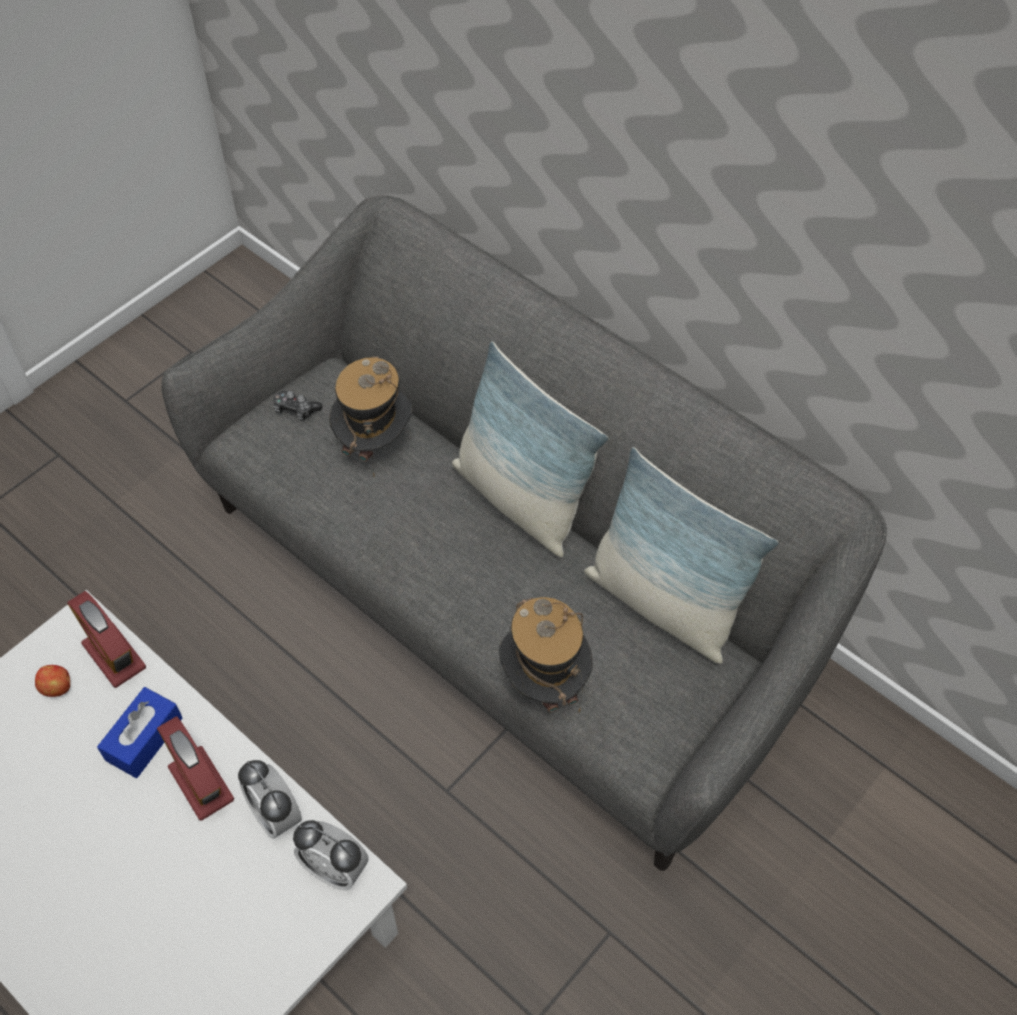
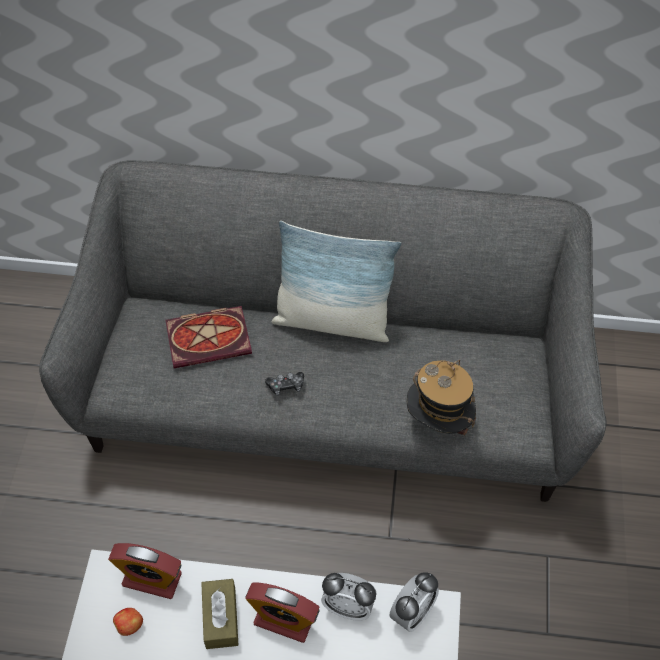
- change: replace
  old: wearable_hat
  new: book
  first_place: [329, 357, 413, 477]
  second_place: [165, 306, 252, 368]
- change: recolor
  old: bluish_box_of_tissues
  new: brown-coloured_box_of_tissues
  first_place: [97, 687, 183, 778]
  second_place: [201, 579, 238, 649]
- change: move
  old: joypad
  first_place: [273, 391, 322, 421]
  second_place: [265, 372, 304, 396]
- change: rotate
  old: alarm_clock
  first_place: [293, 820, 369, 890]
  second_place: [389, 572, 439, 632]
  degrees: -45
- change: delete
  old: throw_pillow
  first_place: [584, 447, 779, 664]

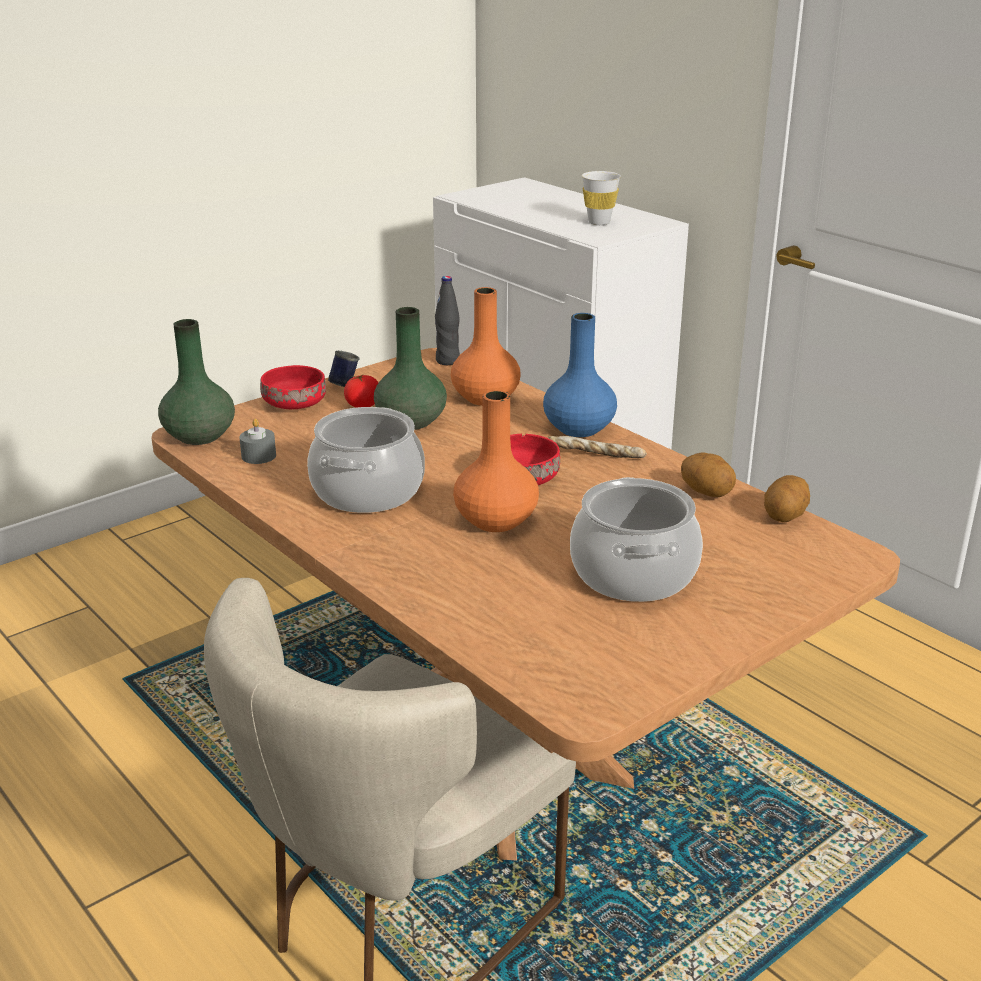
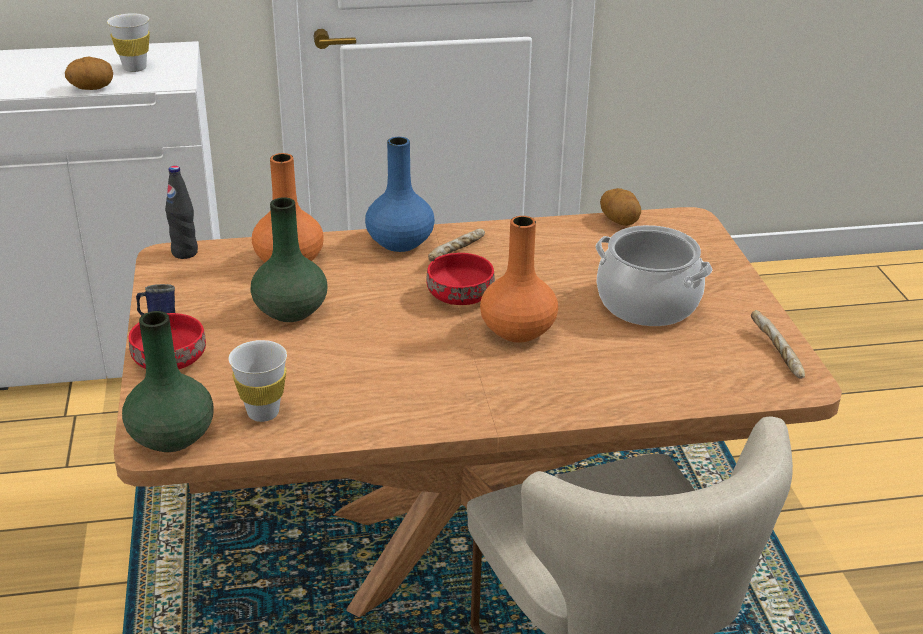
- change: move
  old: whole_potato
  first_place: [681, 452, 736, 497]
  second_place: [65, 56, 113, 90]
- change: replace
  old: gray_wax_candle
  new: white-coloured_drinking_cup
  first_place: [239, 418, 276, 464]
  second_place: [229, 340, 287, 422]
- change: insert
  new: baked_bread
  second_place: [751, 310, 805, 379]
- change: delete
  old: cooking_pot
  first_place: [307, 407, 425, 513]
- change: delete
  old: tomato
  first_place: [344, 374, 378, 408]

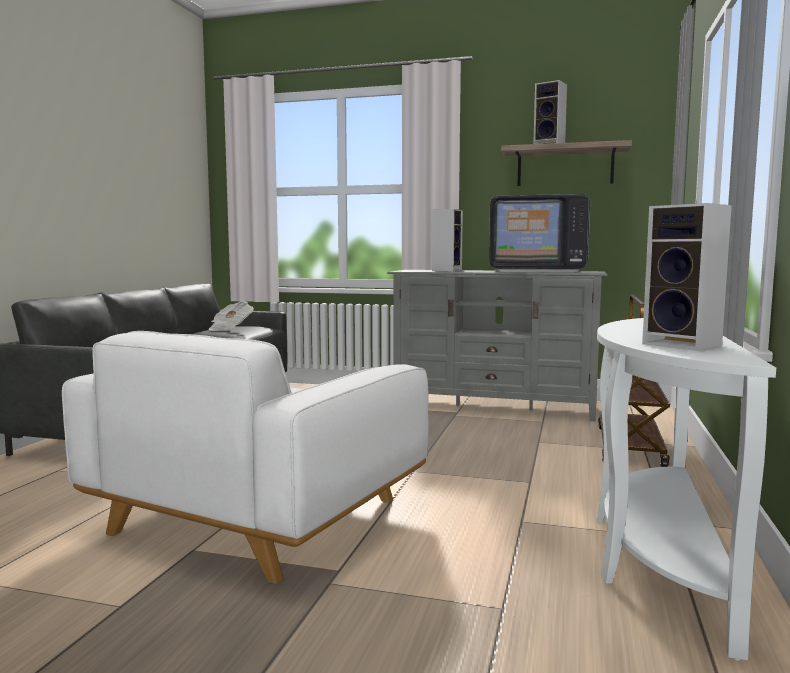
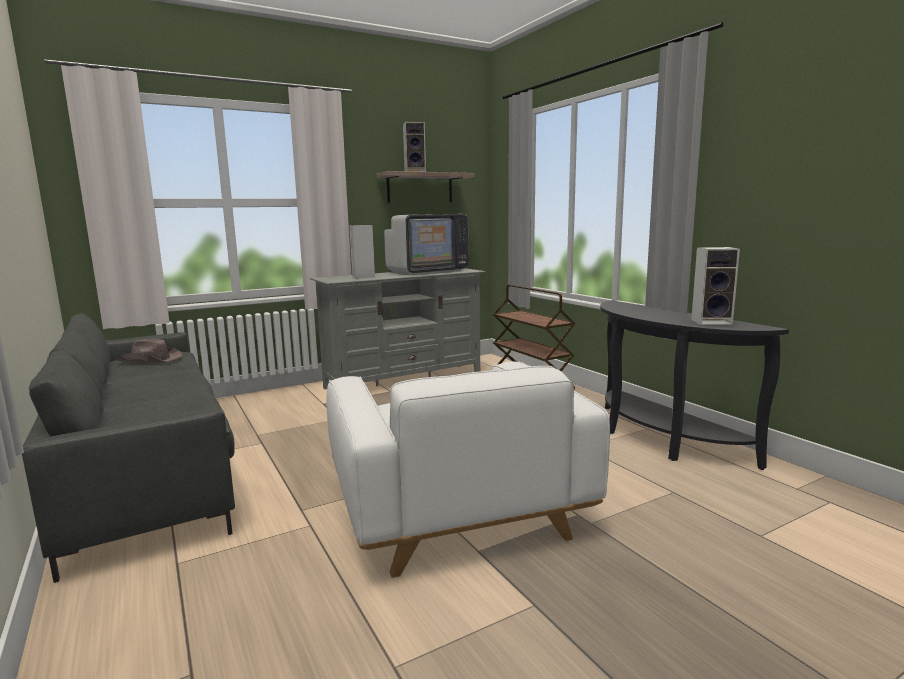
- change: replace
  old: printed_paper
  new: brown-coloured_wearable_hat
  first_place: [209, 302, 254, 331]
  second_place: [117, 339, 182, 362]
- change: recolor
  old: white-coloured_narrow_table
  new: blackish_narrow_table
  first_place: [596, 318, 776, 661]
  second_place: [600, 300, 789, 470]

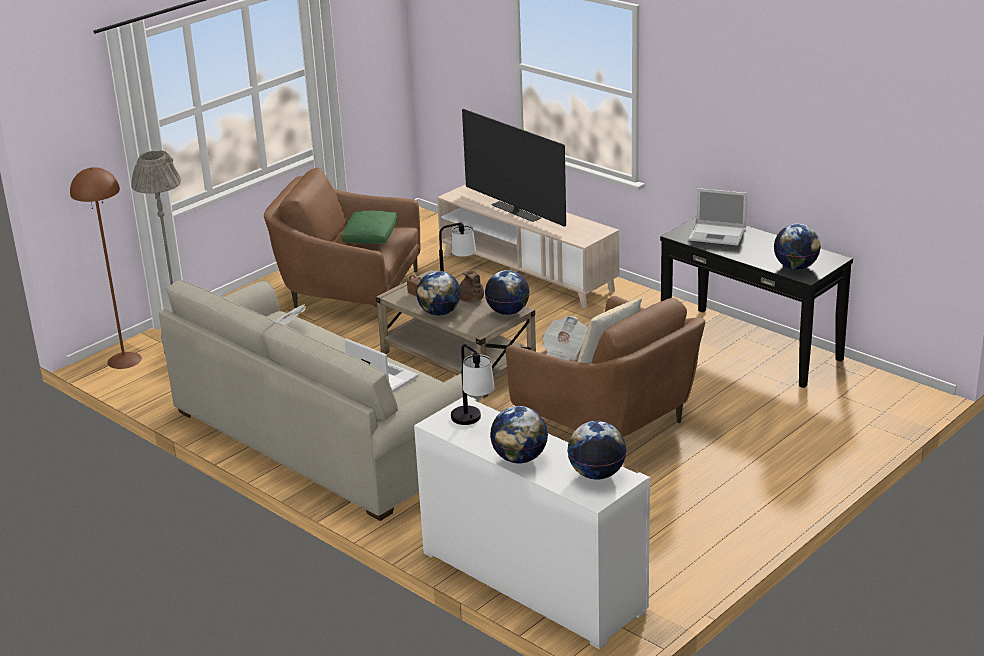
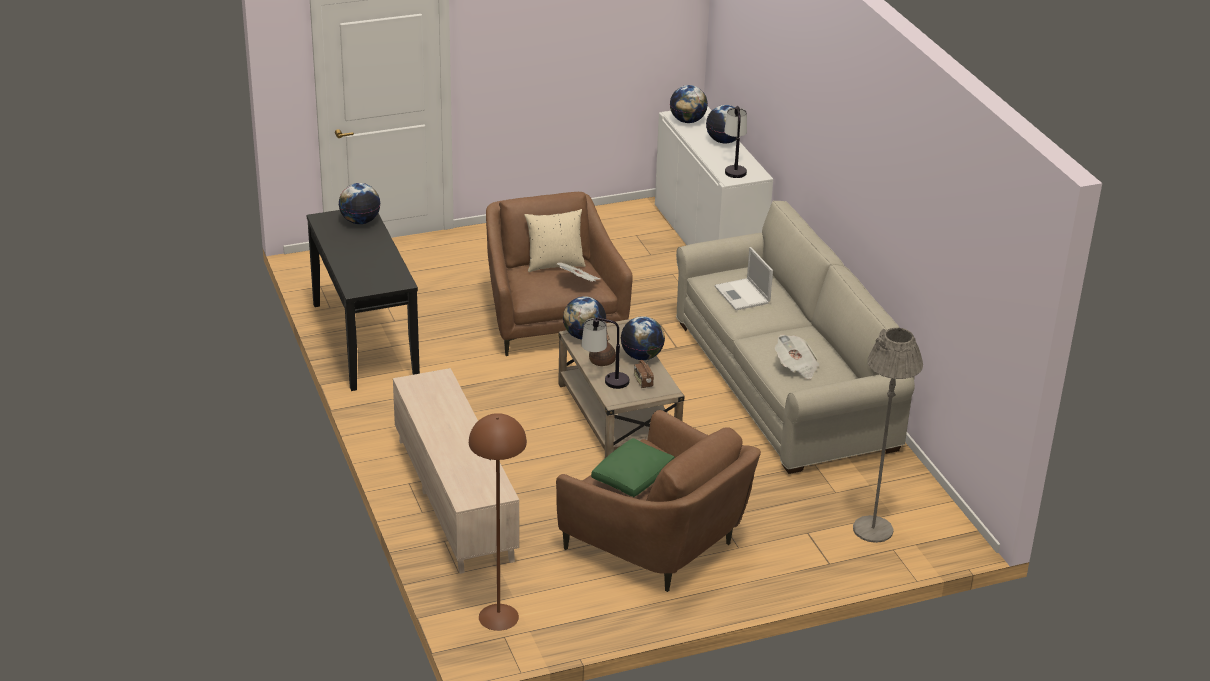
- change: move
  old: brown-coloured_standing_lamp
  first_place: [70, 167, 142, 369]
  second_place: [469, 413, 527, 631]
- change: delete
  old: TV_set
  first_place: [462, 109, 566, 227]
- change: delete
  old: portable_computer
  first_place: [689, 188, 747, 246]

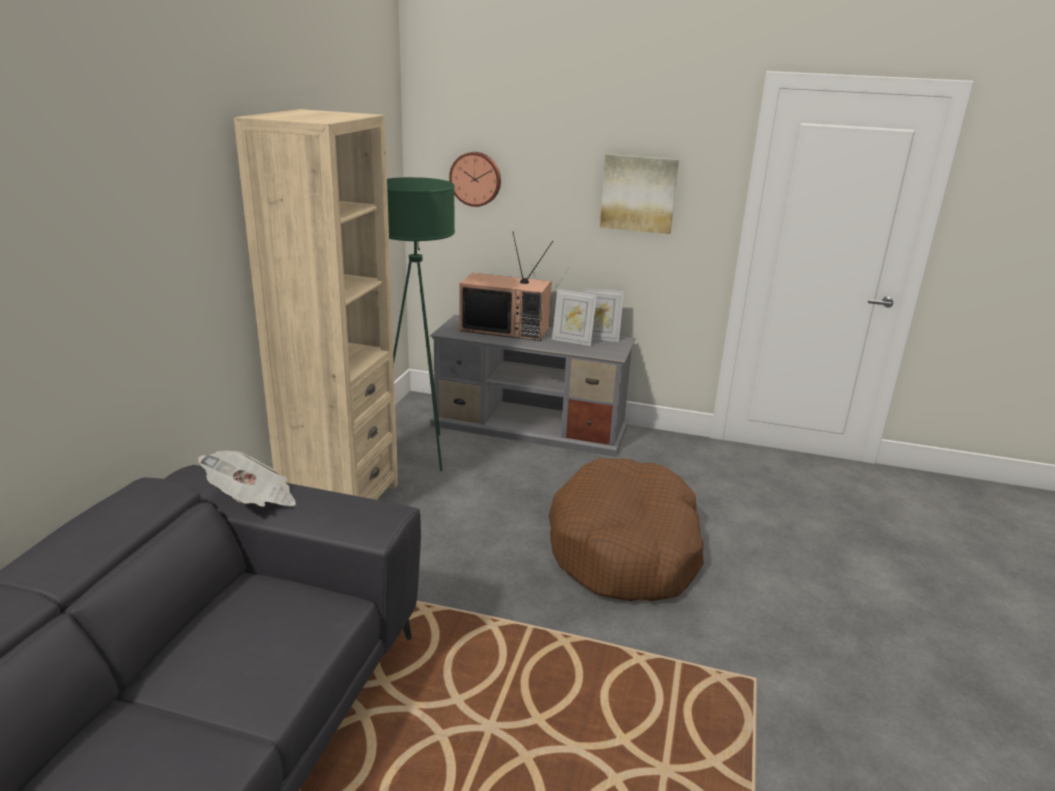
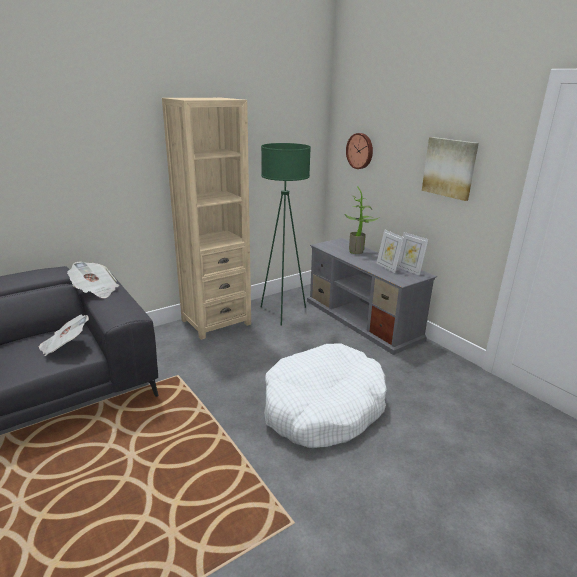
- change: insert
  new: printed_paper
  second_place: [39, 315, 89, 356]
- change: recolor
  old: brown-coloured_dog_bed
  new: white-coloured_dog_bed
  first_place: [549, 458, 704, 601]
  second_place: [264, 343, 387, 448]
- change: replace
  old: TV_set
  new: houseplant
  first_place: [459, 232, 553, 341]
  second_place: [345, 187, 380, 254]

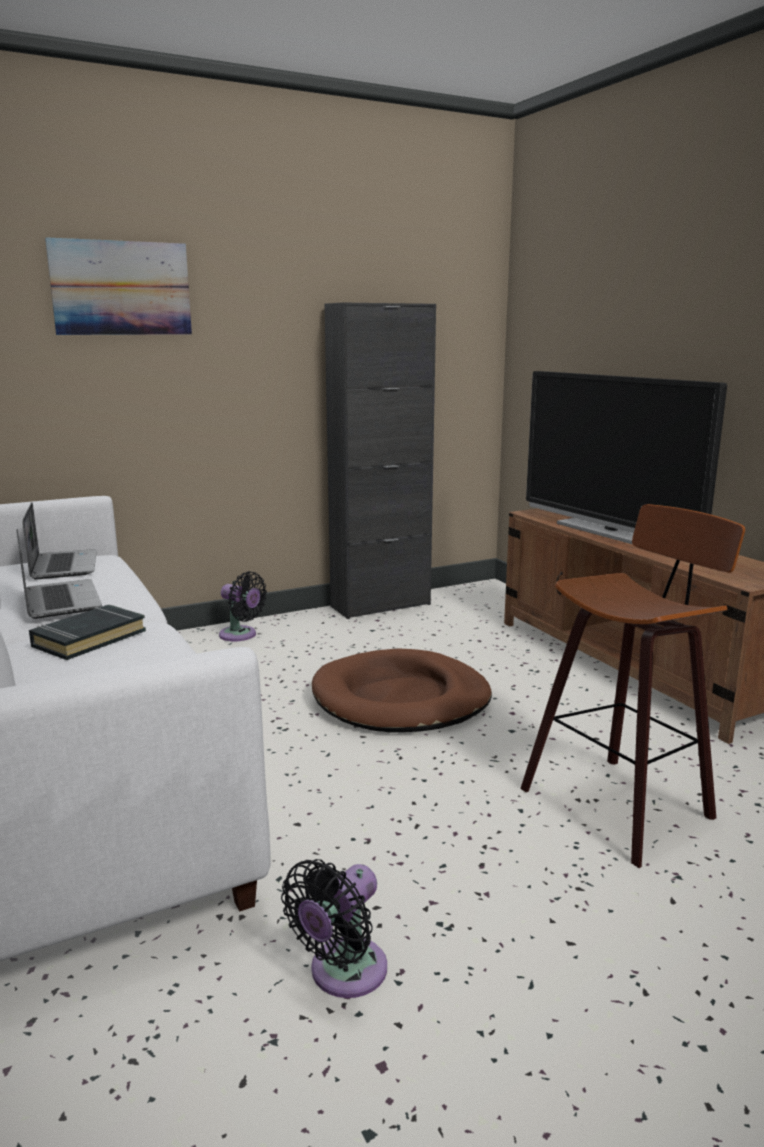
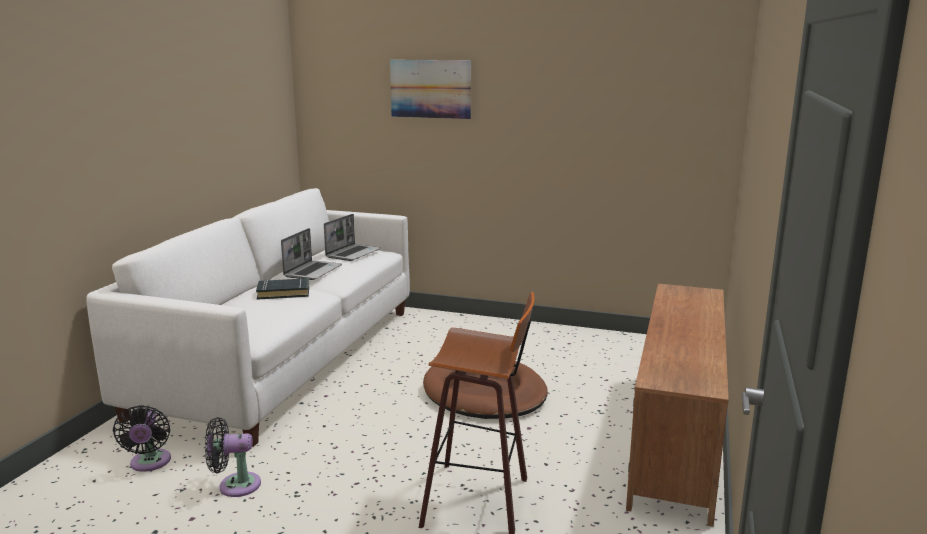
- change: move
  old: blackish_electric_fan
  first_place: [219, 571, 267, 641]
  second_place: [113, 405, 171, 472]
- change: delete
  old: blackish_storage_cabinet
  first_place: [325, 302, 436, 619]
- change: delete
  old: TV_set
  first_place: [526, 371, 727, 544]

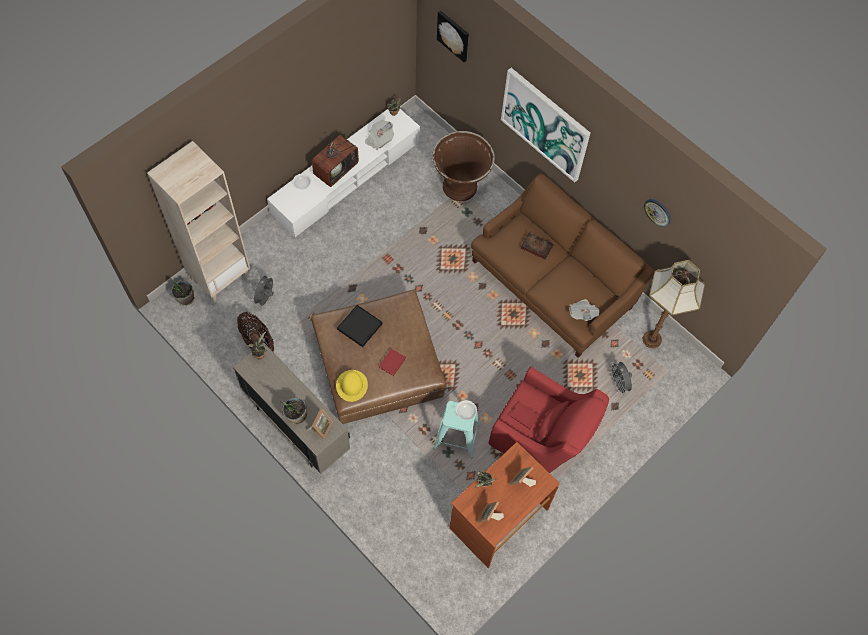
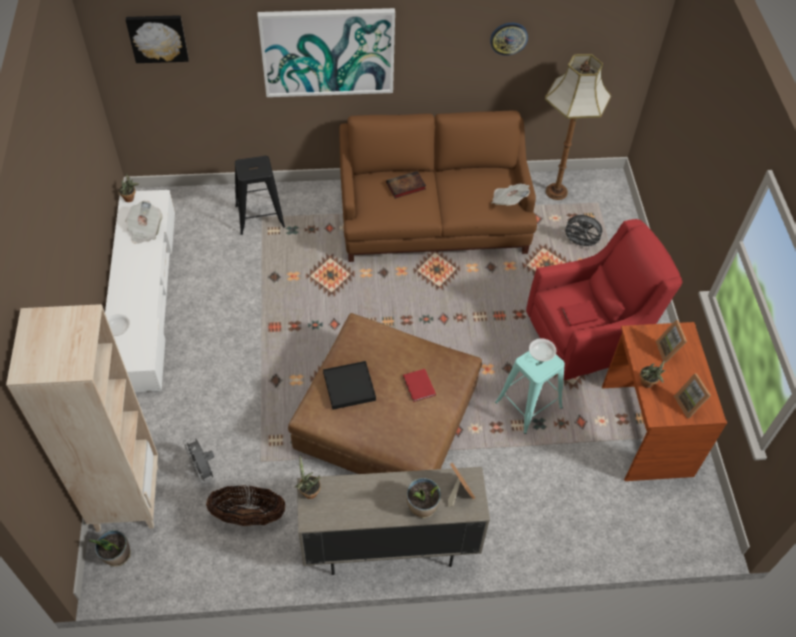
- change: replace
  old: brown-coloured_planter
  new: blackish_stool
  first_place: [432, 131, 495, 201]
  second_place: [235, 156, 285, 235]
- change: delete
  old: TV_set
  first_place: [312, 132, 359, 187]
- change: delete
  old: yellowish_wearable_hat
  first_place: [336, 370, 368, 402]

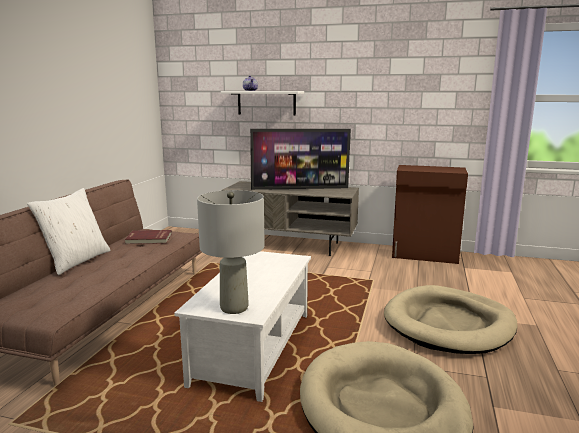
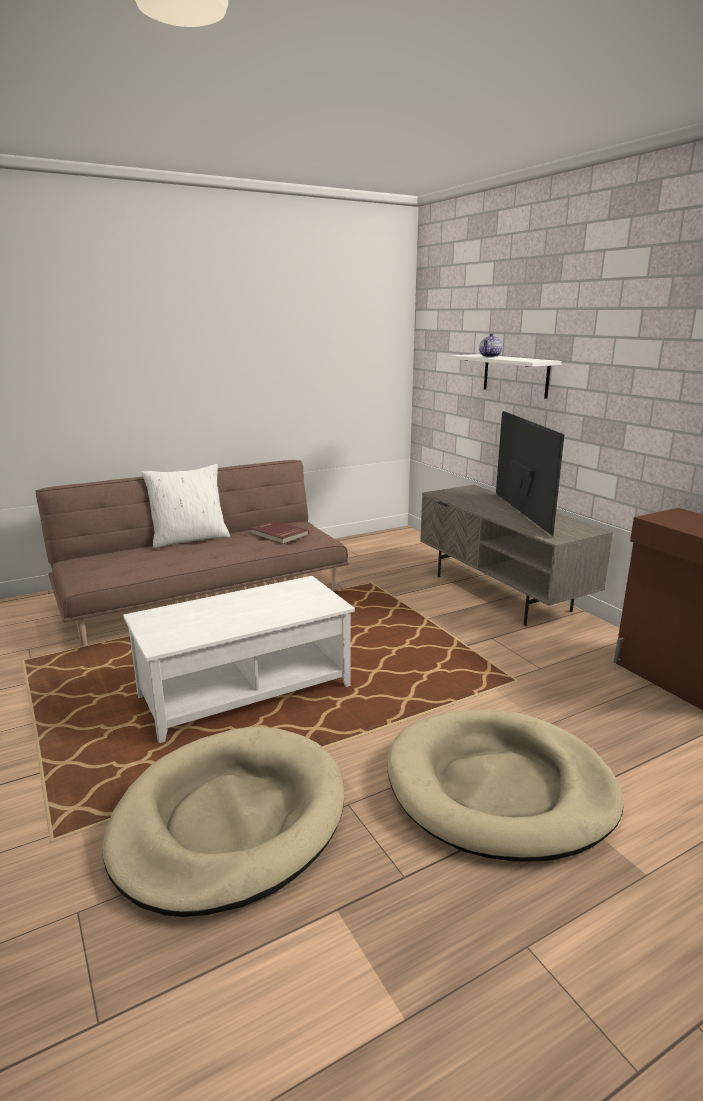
- change: rotate
  old: TV_set
  first_place: [250, 129, 351, 190]
  second_place: [496, 411, 565, 536]
  degrees: -135
- change: delete
  old: gray_lamp_for_a_table
  first_place: [197, 190, 265, 314]

